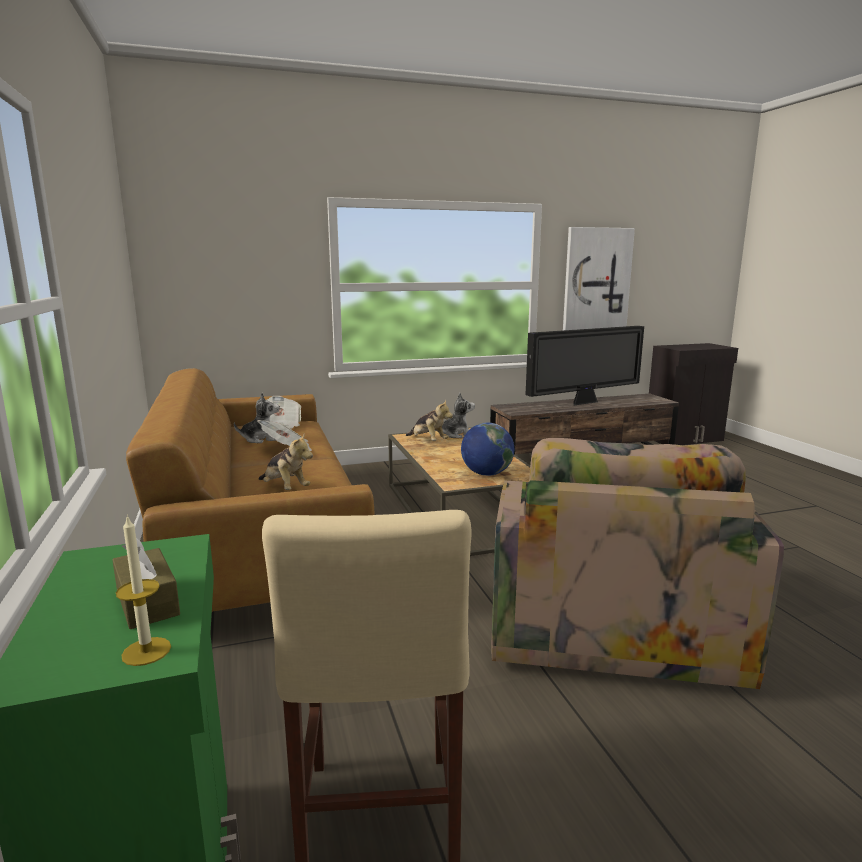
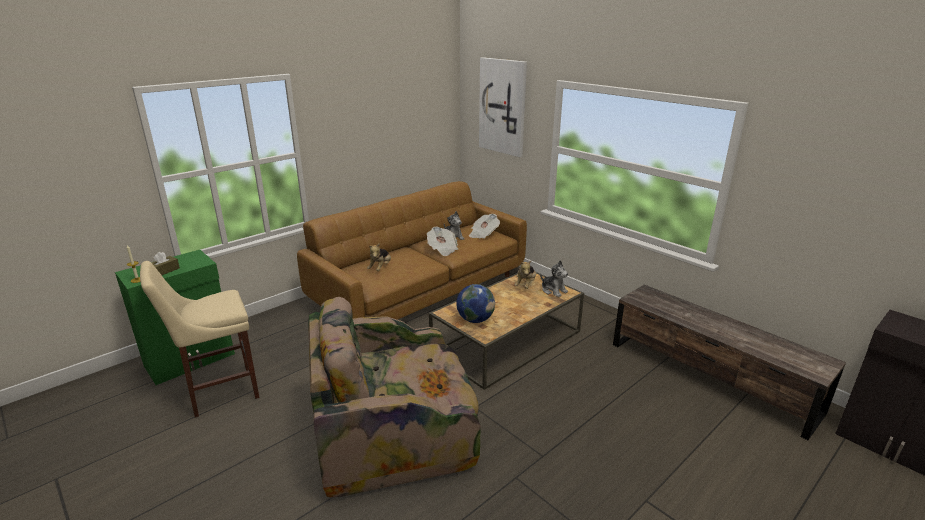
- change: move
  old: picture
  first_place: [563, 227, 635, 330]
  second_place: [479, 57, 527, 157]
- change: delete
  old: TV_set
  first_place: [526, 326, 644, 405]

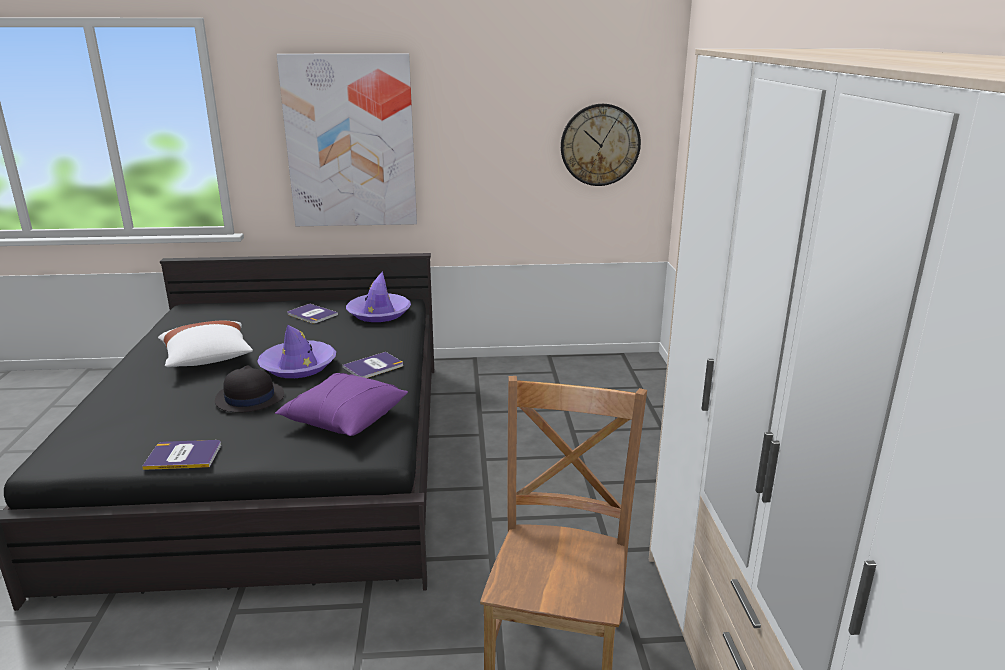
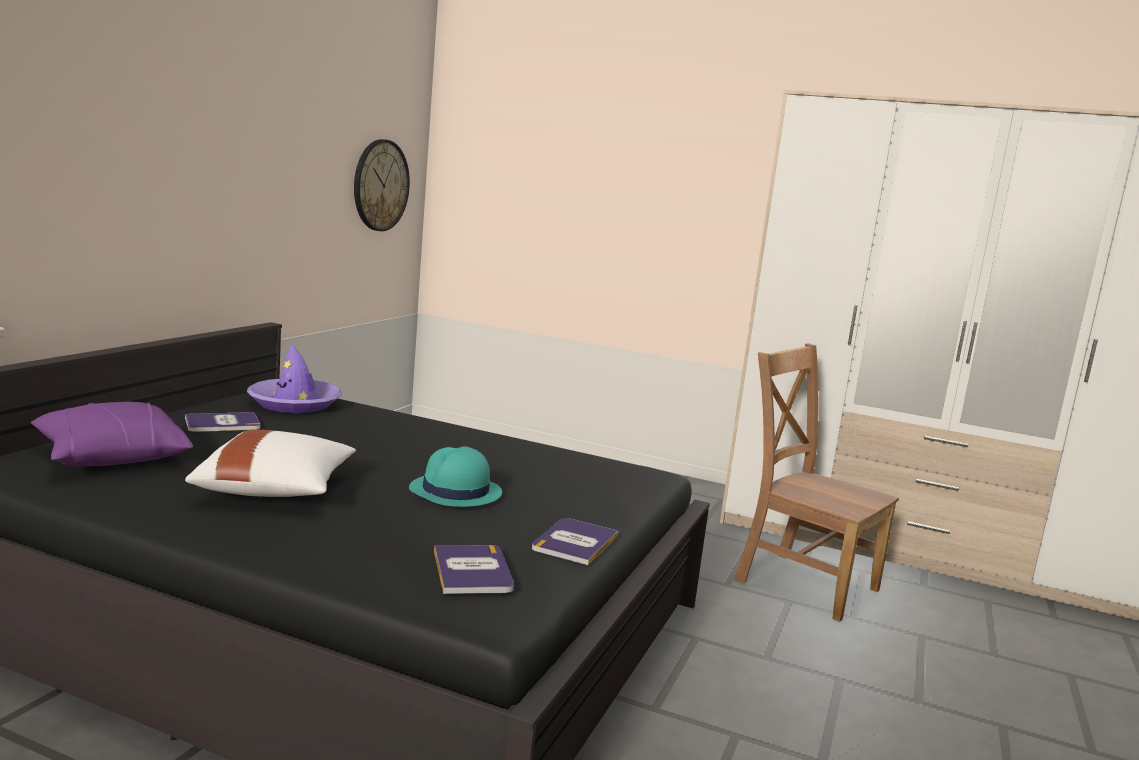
- change: move
  old: purplish_throw_pillow
  first_place: [275, 373, 408, 436]
  second_place: [31, 402, 193, 466]
- change: recolor
  old: blackish_wearable_hat
  new: blue-green_wearable_hat
  first_place: [215, 365, 284, 412]
  second_place: [409, 446, 502, 507]
- change: move
  old: book
  first_place: [342, 352, 403, 378]
  second_place: [434, 545, 514, 594]
- change: delete
  old: purplish_wearable_hat
  first_place: [257, 325, 336, 378]
- change: delete
  old: picture
  first_place: [277, 53, 417, 226]

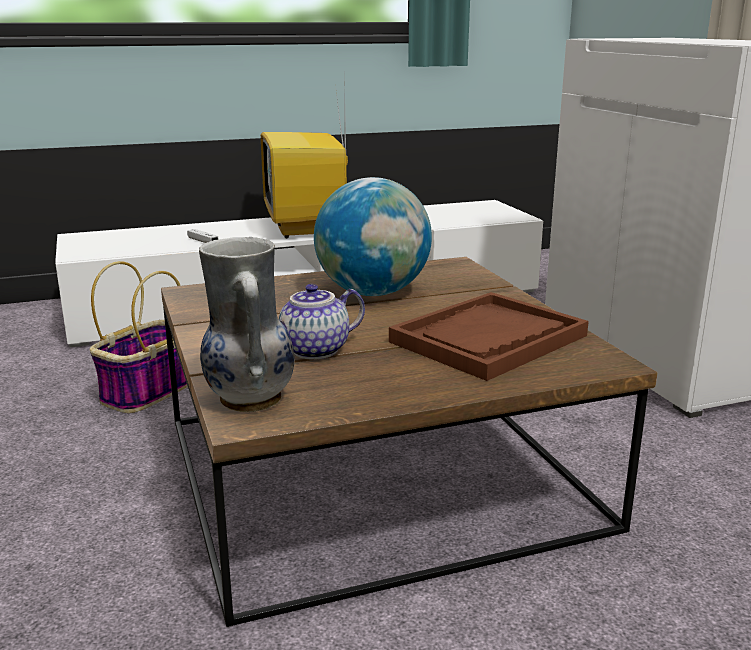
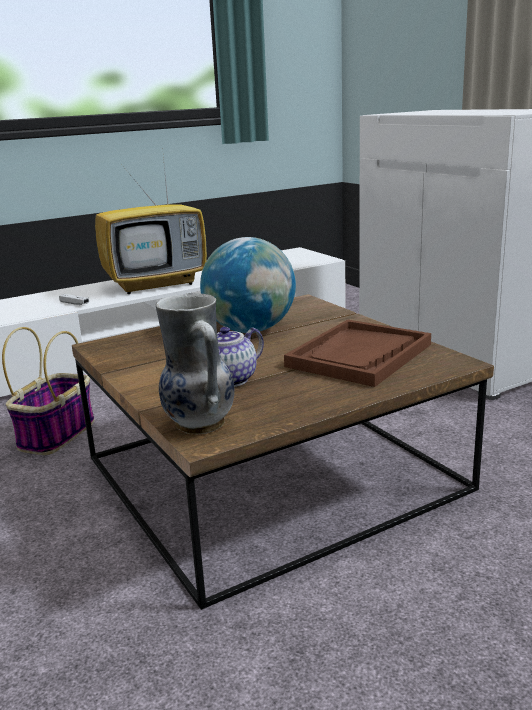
- change: rotate
  old: TV_set
  first_place: [261, 76, 348, 238]
  second_place: [95, 147, 207, 294]
  degrees: -90

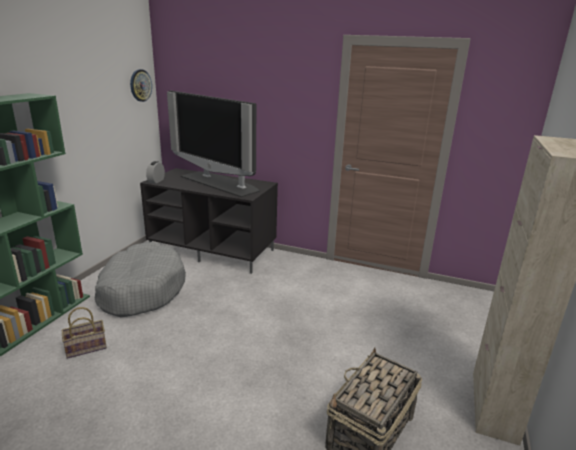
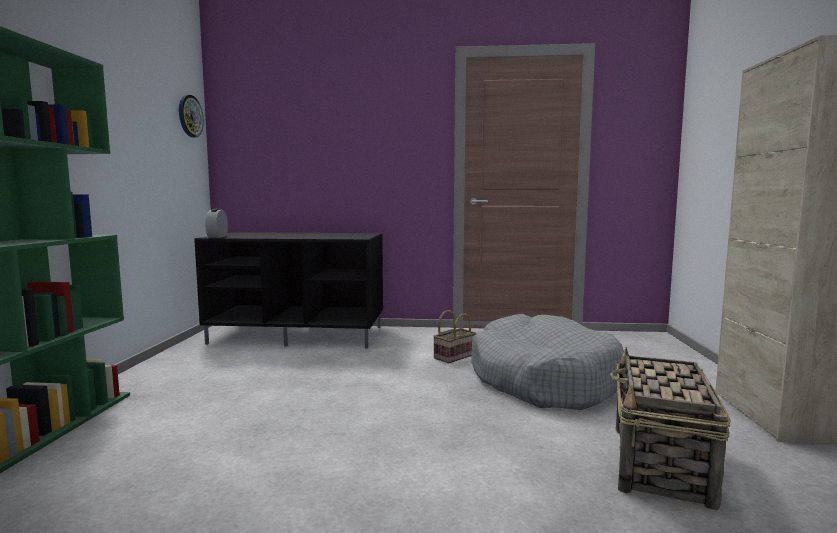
- change: move
  old: basket
  first_place: [62, 307, 107, 359]
  second_place: [433, 310, 476, 363]
- change: move
  old: gray_dog_bed
  first_place: [95, 242, 186, 317]
  second_place: [471, 314, 624, 410]
- change: delete
  old: TV_set
  first_place: [167, 91, 260, 197]

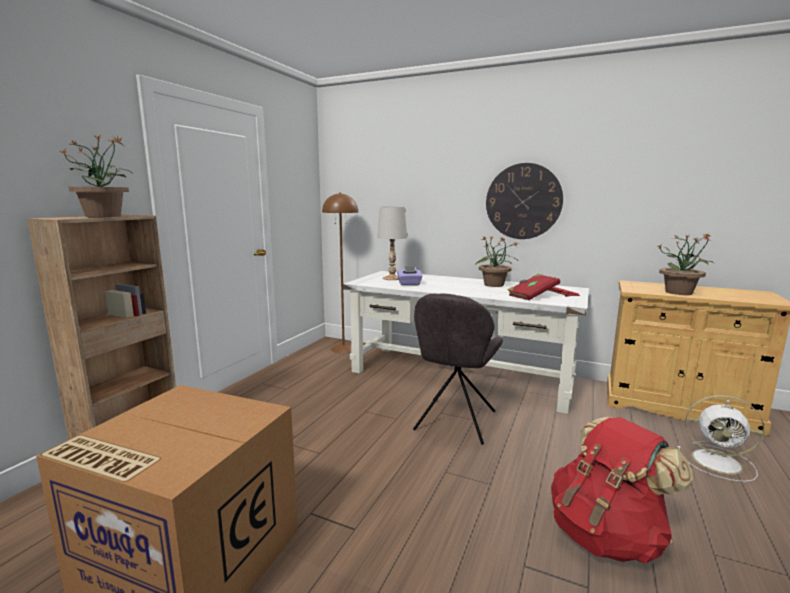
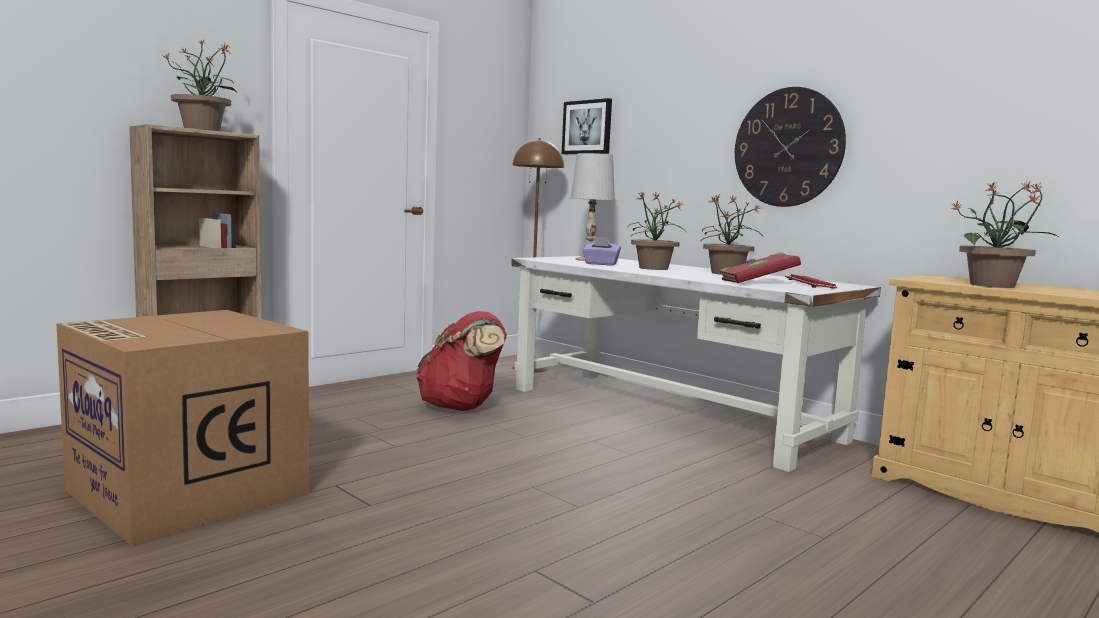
- change: move
  old: red-coloured_knapsack
  first_place: [551, 417, 693, 563]
  second_place: [416, 311, 507, 411]
- change: insert
  new: picture
  second_place: [562, 98, 612, 154]
- change: insert
  new: houseplant
  second_place: [628, 191, 687, 270]
- change: delete
  old: gray_chair
  first_place: [413, 293, 503, 445]
- change: delete
  old: white-coloured_electric_fan
  first_place: [677, 395, 765, 482]

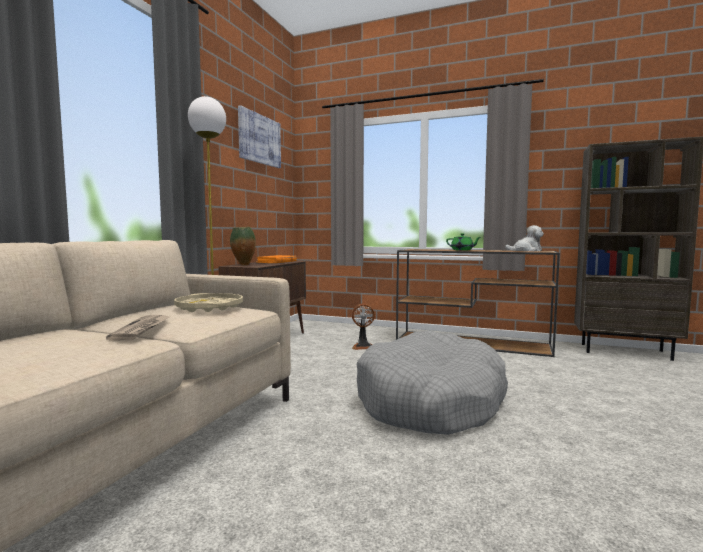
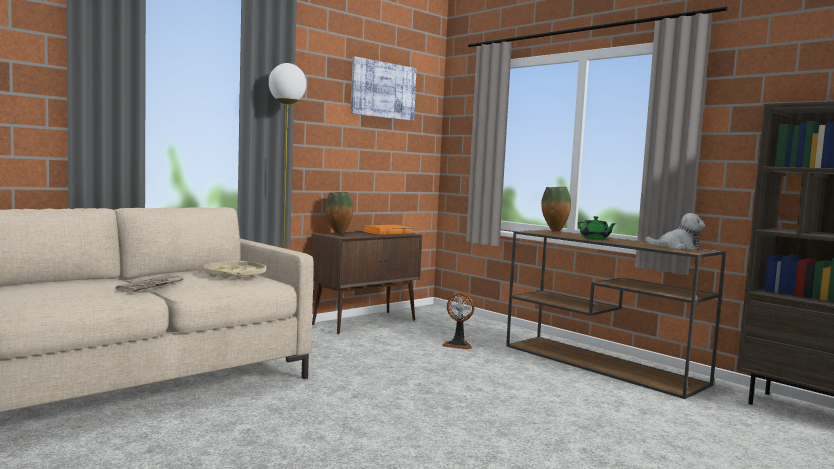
- change: insert
  new: decorative_vase
  second_place: [541, 187, 571, 232]
- change: delete
  old: gray_dog_bed
  first_place: [357, 331, 508, 435]

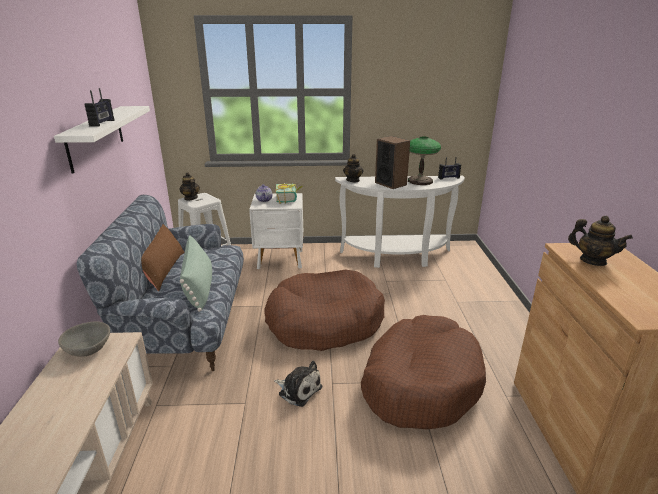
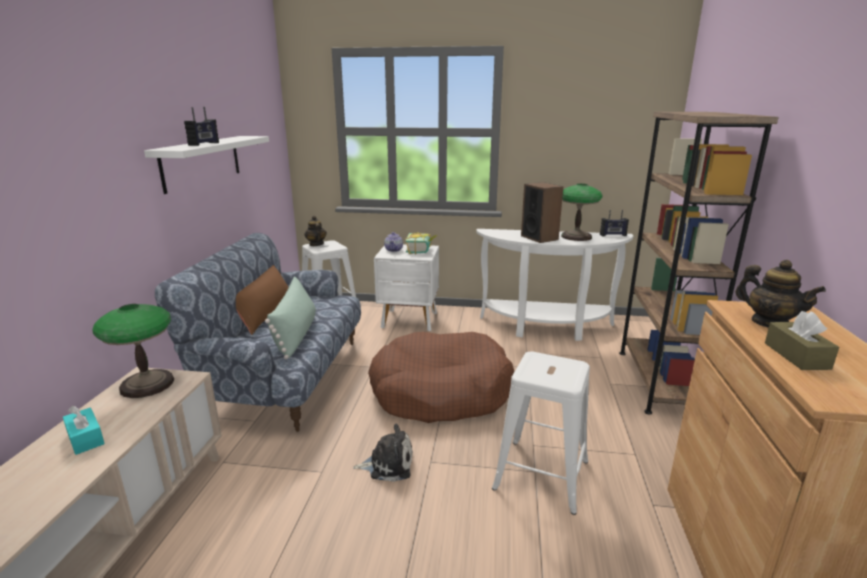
- change: insert
  new: blue-green_box_of_tissues
  second_place: [63, 406, 105, 455]
- change: replace
  old: gray_serving_bowl
  new: lamp_for_a_table
  first_place: [58, 321, 110, 357]
  second_place: [92, 304, 174, 398]
- change: rotate
  old: plush_toy
  first_place: [274, 361, 322, 407]
  second_place: [353, 424, 413, 482]
  degrees: -45
- change: replace
  old: brown-coloured_dog_bed
  new: white-coloured_stool
  first_place: [361, 315, 486, 429]
  second_place: [492, 352, 590, 515]
- change: insert
  new: brown-coloured_bookshelf
  second_place: [619, 112, 778, 415]
- change: insert
  new: brown-coloured_box_of_tissues
  second_place: [765, 311, 839, 370]
- change: delete
  old: pot_for_tea
  first_place: [343, 154, 364, 182]

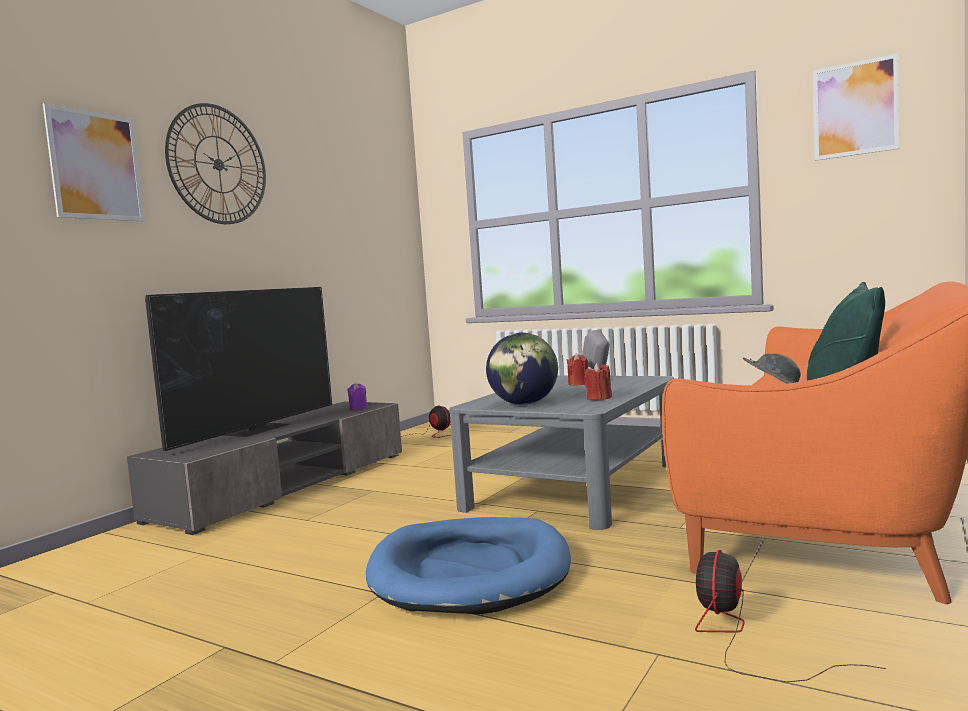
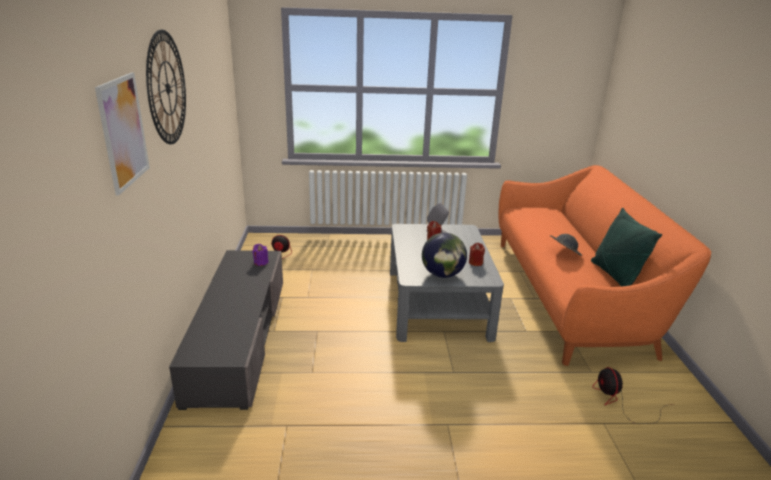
- change: delete
  old: TV_set
  first_place: [145, 287, 332, 451]
- change: delete
  old: bluish_dog_bed
  first_place: [366, 517, 571, 615]
- change: delete
  old: picture
  first_place: [813, 53, 899, 161]

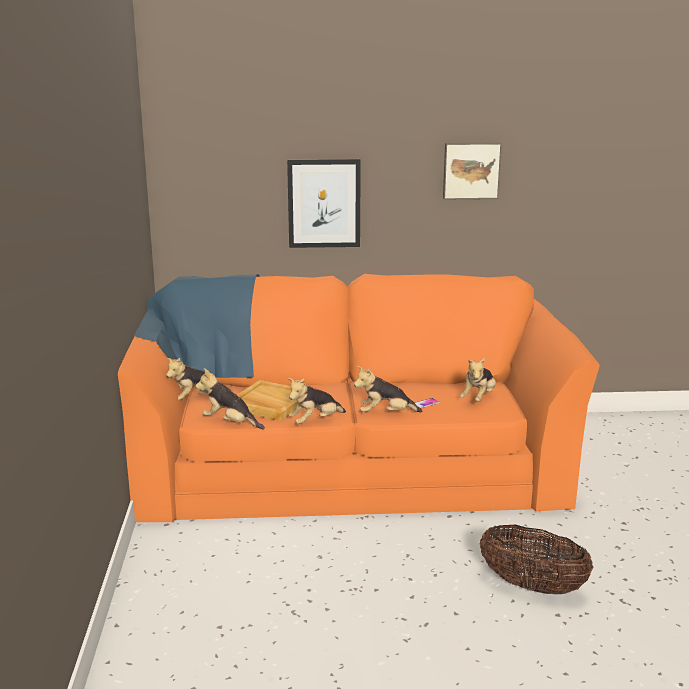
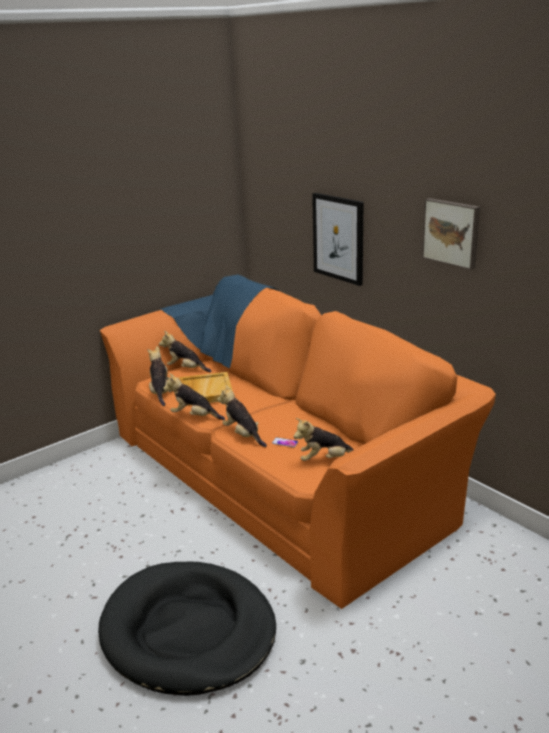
- change: replace
  old: basket
  new: blackish_dog_bed
  first_place: [480, 525, 593, 594]
  second_place: [98, 562, 276, 696]

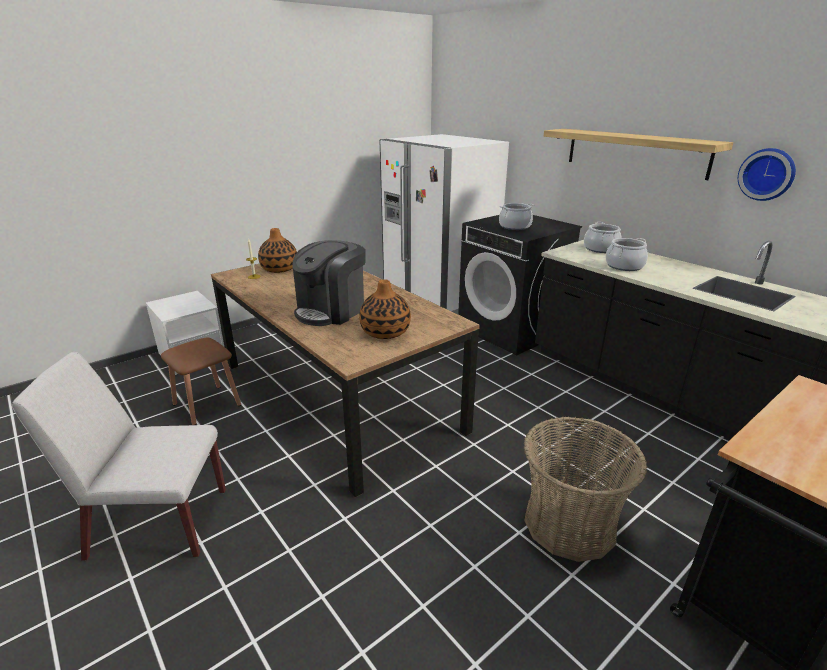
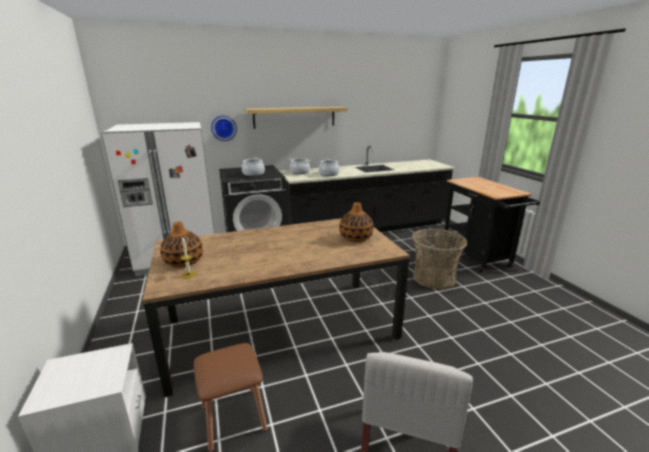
- change: move
  old: wall_clock
  first_place: [738, 148, 796, 201]
  second_place: [211, 116, 237, 141]
- change: delete
  old: coffee_maker
  first_place: [292, 240, 366, 326]

